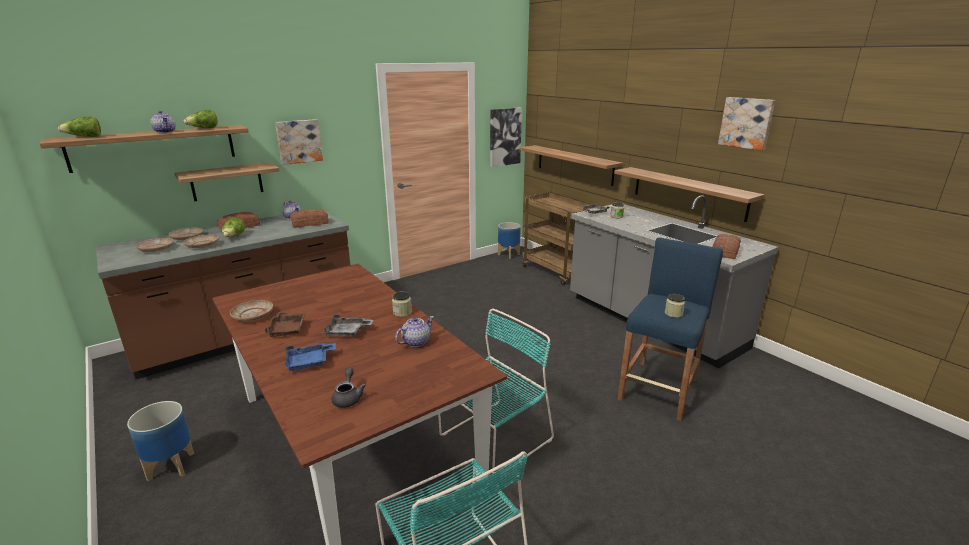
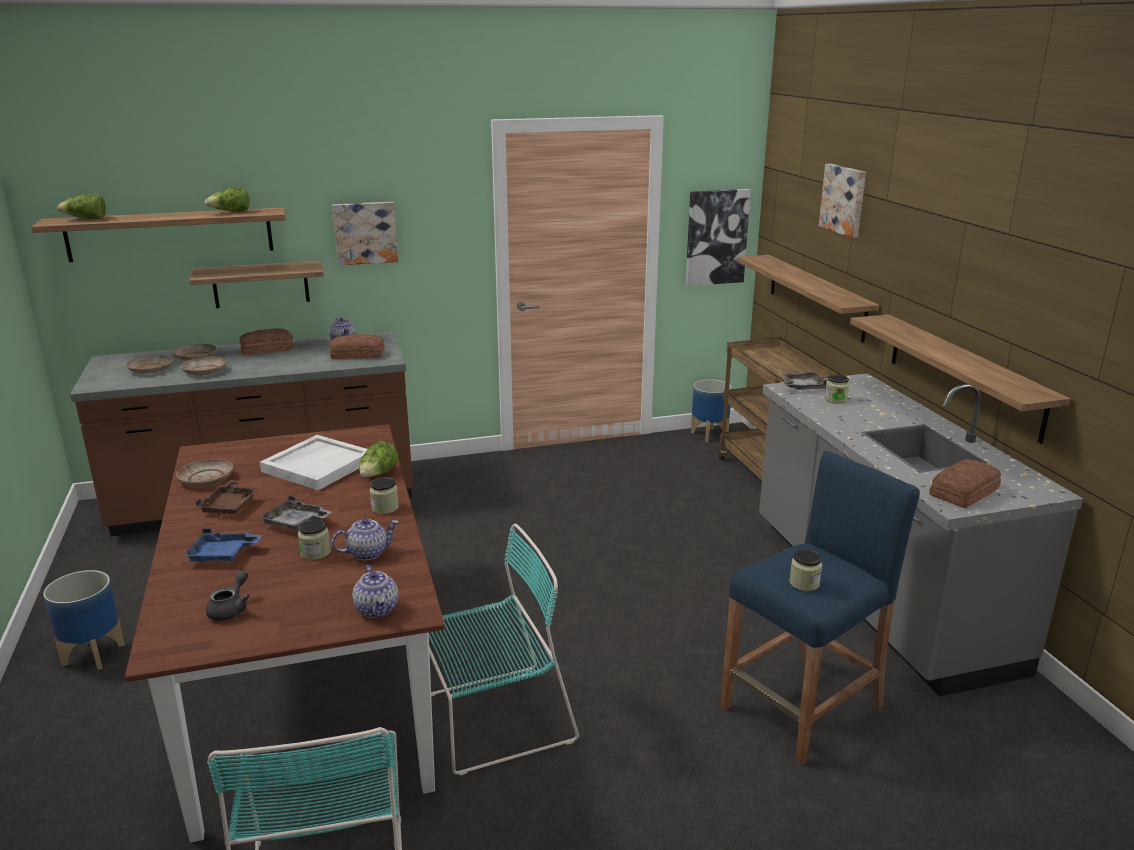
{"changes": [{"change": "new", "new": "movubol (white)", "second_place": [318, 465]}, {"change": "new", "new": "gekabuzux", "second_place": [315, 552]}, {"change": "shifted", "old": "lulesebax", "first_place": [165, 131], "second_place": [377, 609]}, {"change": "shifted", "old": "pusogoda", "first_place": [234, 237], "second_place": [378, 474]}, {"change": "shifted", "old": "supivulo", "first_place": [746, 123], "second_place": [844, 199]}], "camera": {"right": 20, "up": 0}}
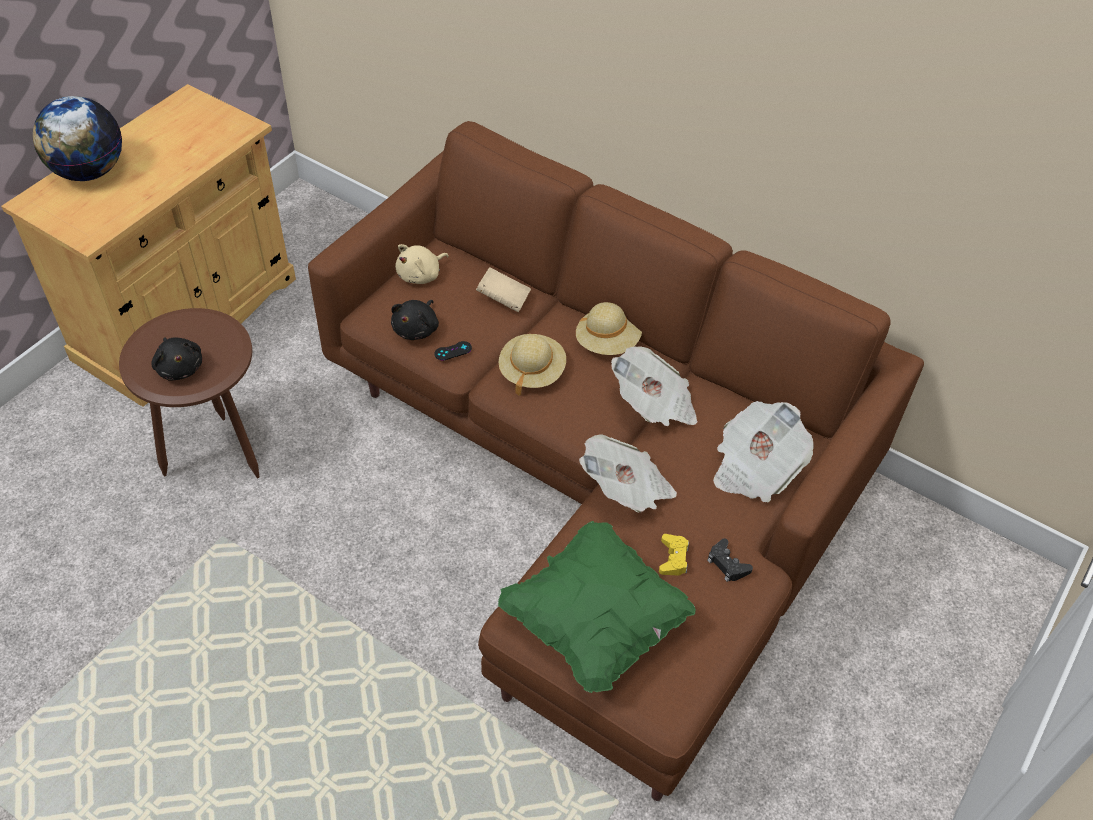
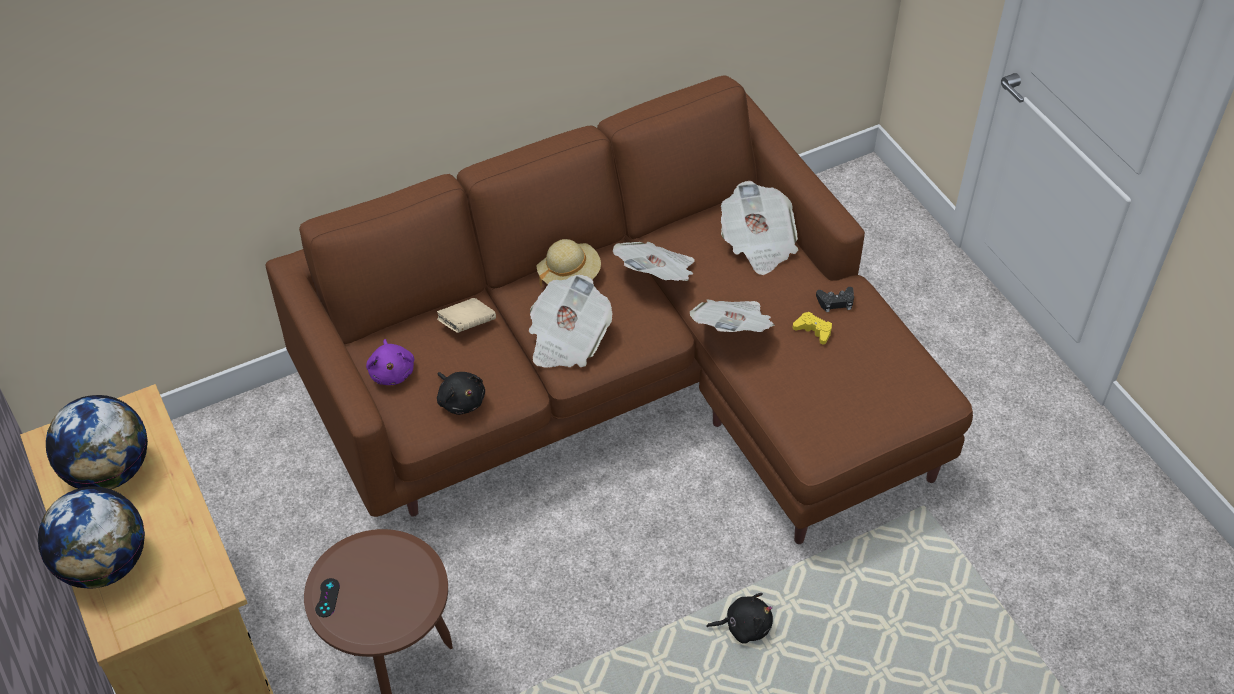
{"changes": [{"change": "gone", "old": "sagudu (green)", "first_place": [595, 621]}, {"change": "new", "new": "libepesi", "second_place": [109, 471]}, {"change": "shifted", "old": "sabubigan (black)", "first_place": [180, 367], "second_place": [744, 626]}, {"change": "shifted", "old": "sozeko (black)", "first_place": [453, 351], "second_place": [327, 598]}, {"change": "swapped", "old": "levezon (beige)", "new": "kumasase", "first_place": [531, 371], "second_place": [567, 339]}, {"change": "repainted", "old": "sabubigan (beige)", "new": "sabubigan (purple)", "first_place": [421, 275], "second_place": [392, 372]}], "camera": {"right": -60, "up": 0}}
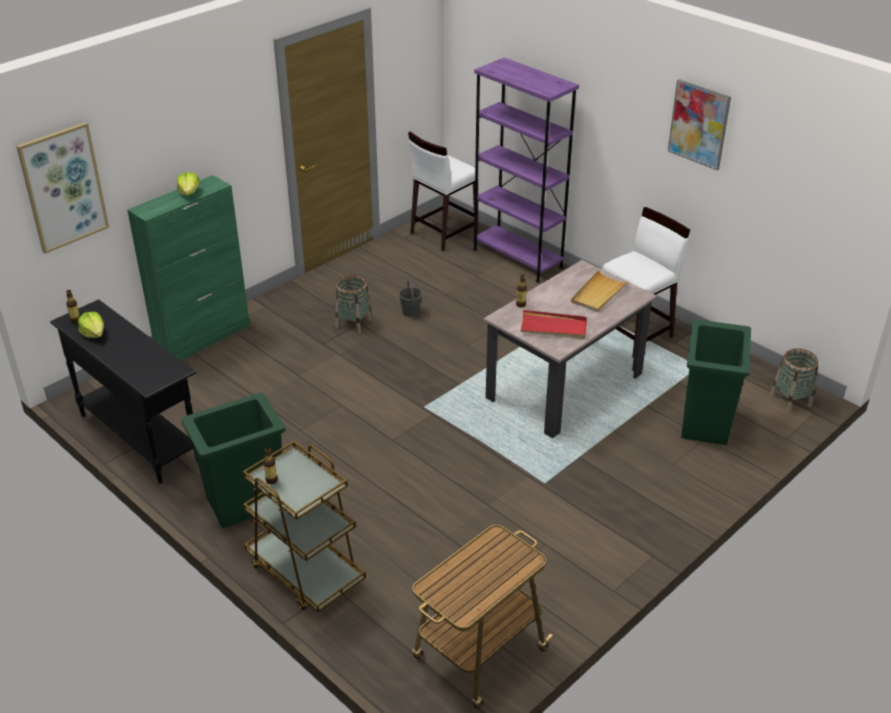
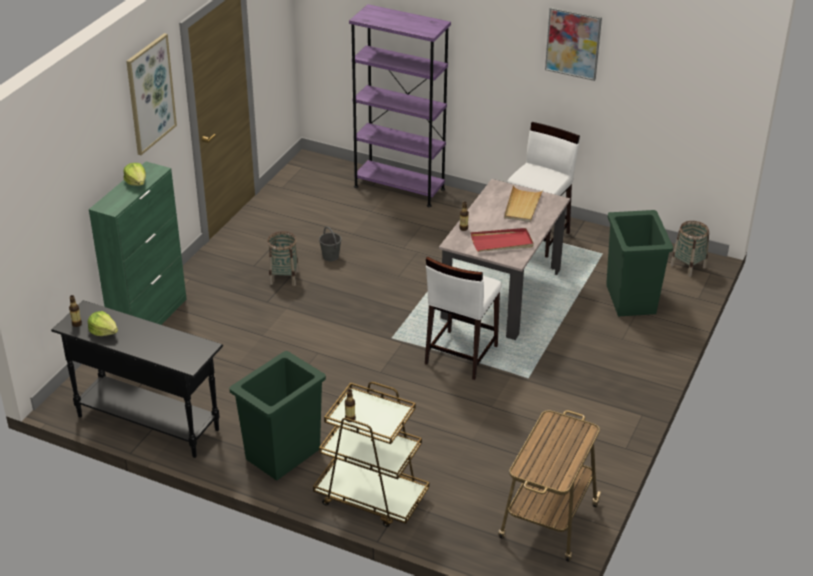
{"changes": [{"change": "shifted", "old": "supivulo", "first_place": [63, 187], "second_place": [150, 94]}, {"change": "shifted", "old": "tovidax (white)", "first_place": [443, 233], "second_place": [460, 355]}], "camera": {"right": -20, "up": 0}}
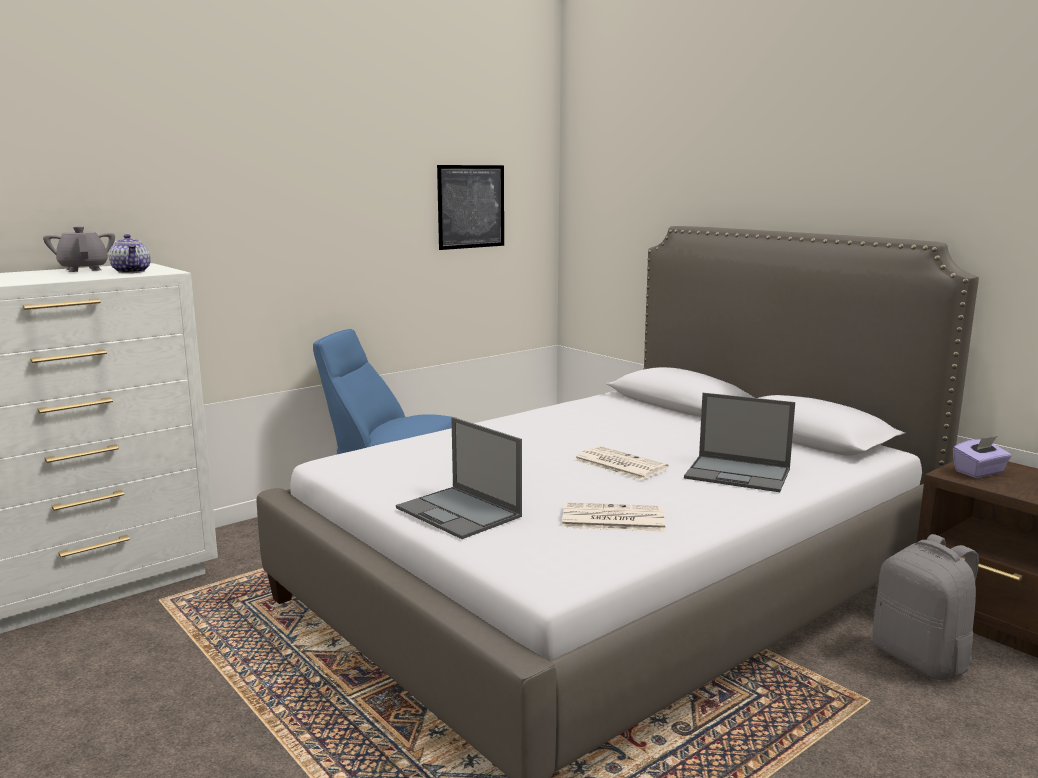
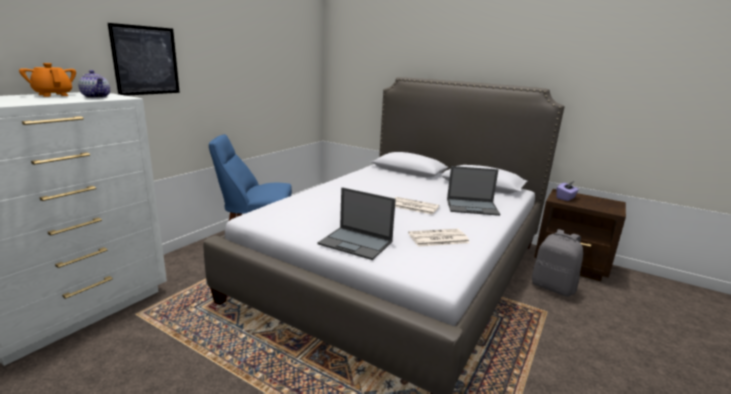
{"changes": [{"change": "shifted", "old": "supivulo", "first_place": [471, 206], "second_place": [146, 60]}, {"change": "repainted", "old": "lulesebax (grey)", "new": "lulesebax (orange)", "first_place": [84, 269], "second_place": [53, 95]}], "camera": {"right": -20, "up": 5}}
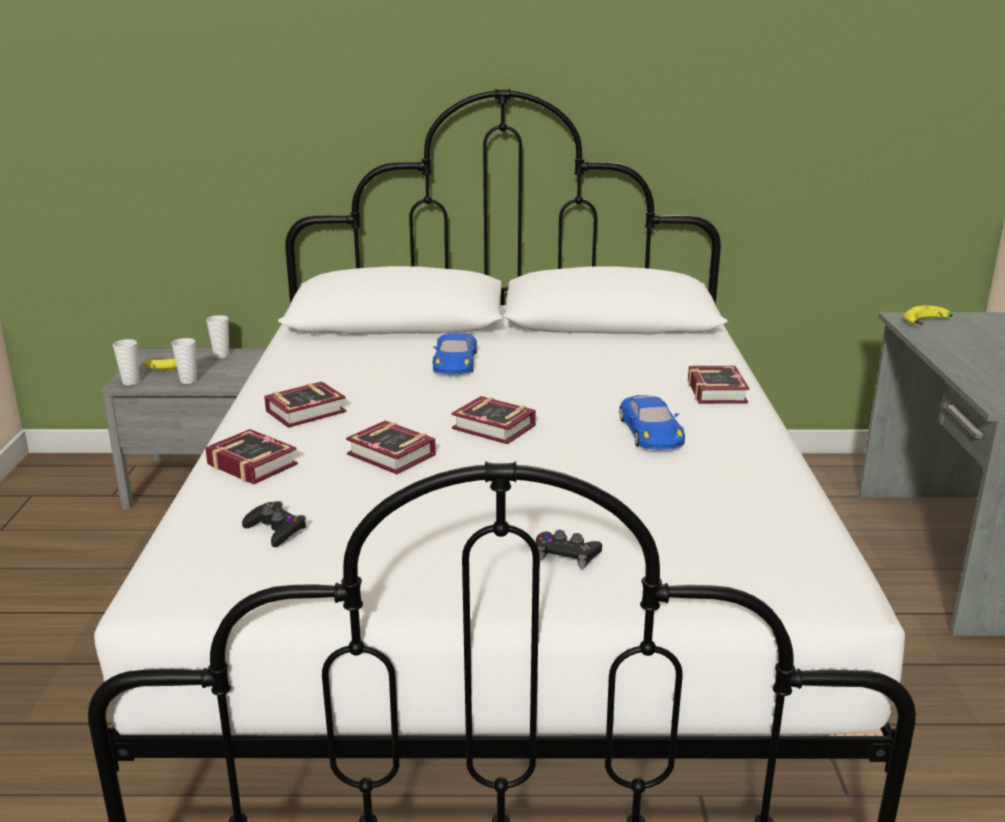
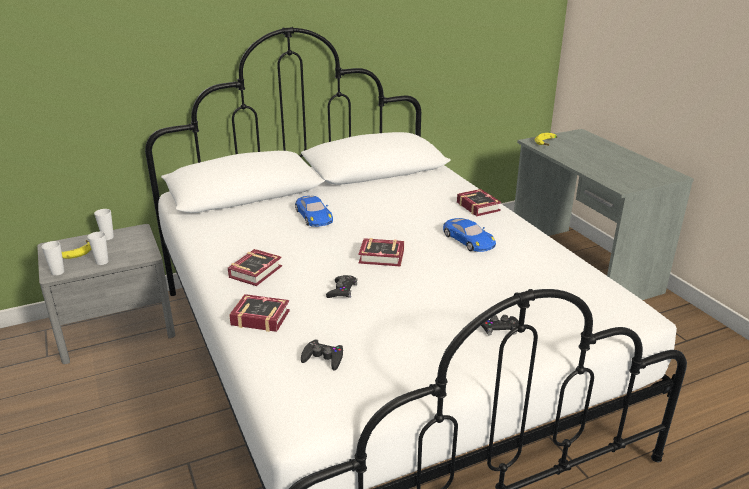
{"changes": [{"change": "swapped", "old": "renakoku", "new": "sozeko (black)", "first_place": [392, 456], "second_place": [342, 291]}], "camera": {"right": -25, "up": 5}}
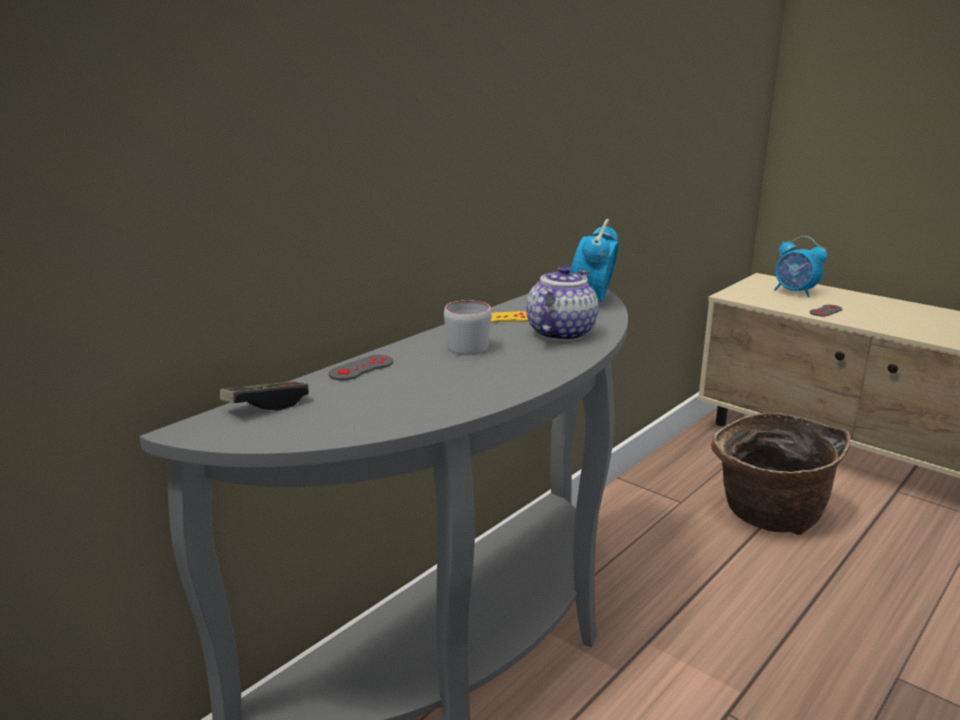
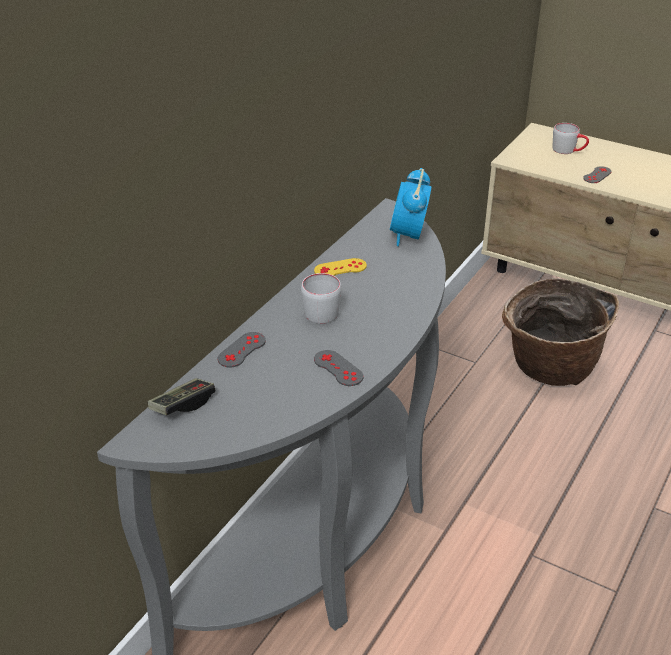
{"changes": [{"change": "gone", "old": "lulesebax", "first_place": [561, 332]}, {"change": "new", "new": "sozeko (grey)", "second_place": [338, 368]}, {"change": "swapped", "old": "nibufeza", "new": "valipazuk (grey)", "first_place": [795, 292], "second_place": [569, 150]}], "camera": {"right": -10, "up": 15}}
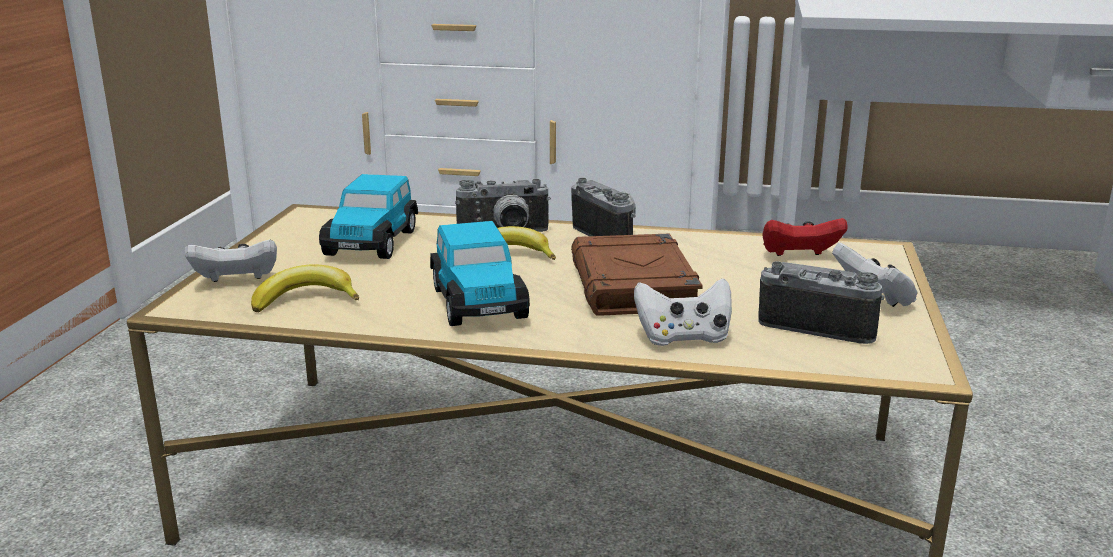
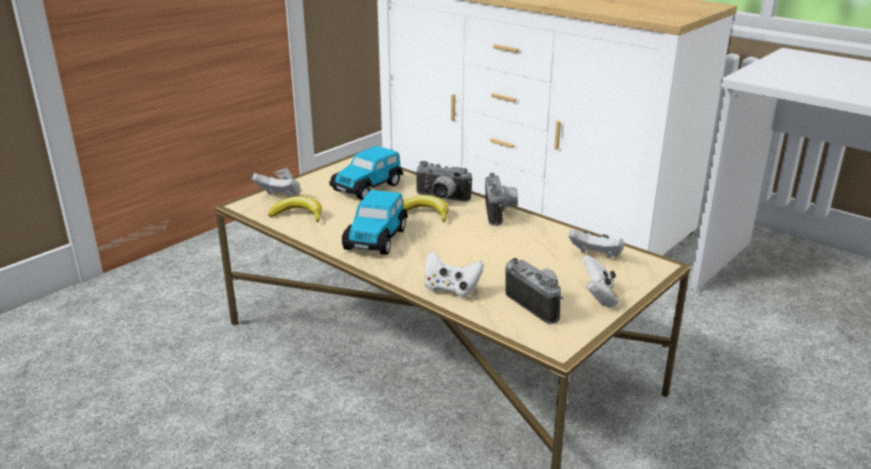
{"changes": [{"change": "gone", "old": "renakoku (brown)", "first_place": [634, 286]}, {"change": "repainted", "old": "sozeko (red)", "new": "sozeko (white)", "first_place": [798, 256], "second_place": [595, 256]}], "camera": {"right": 30, "up": 5}}
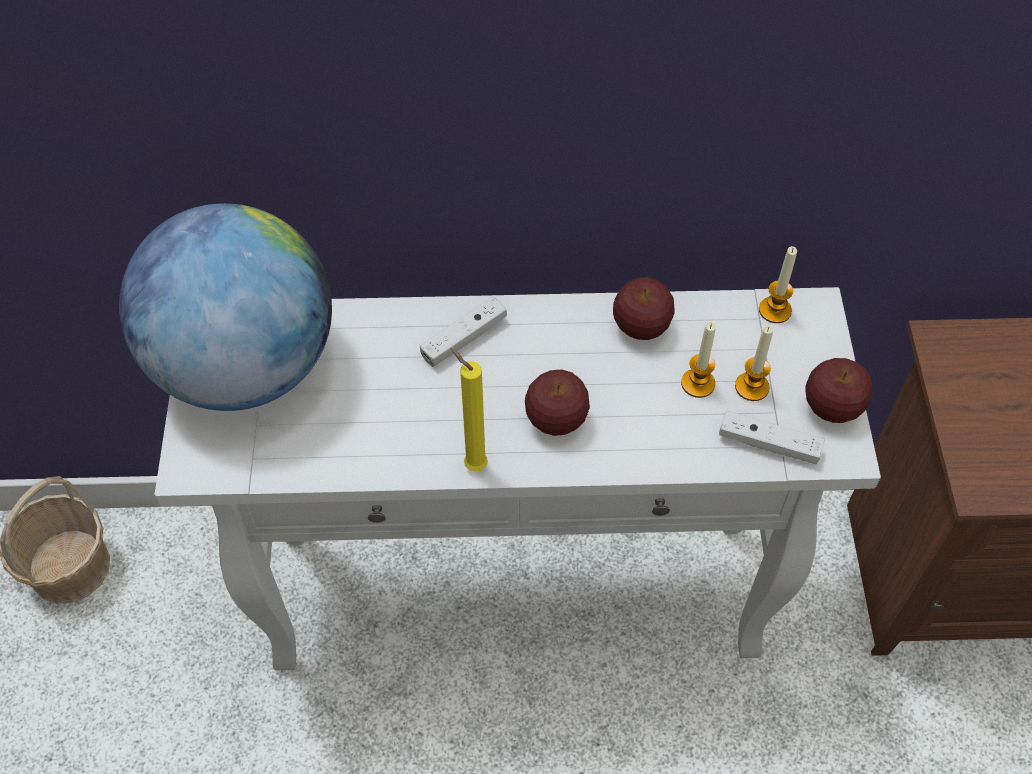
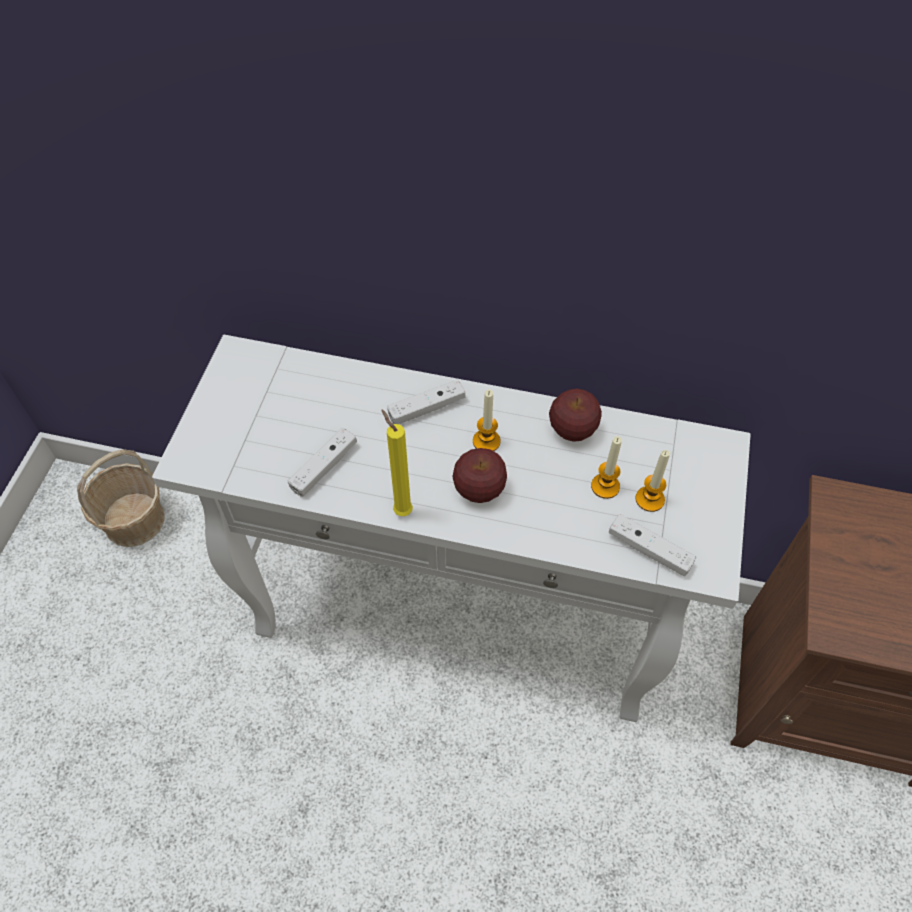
{"changes": [{"change": "gone", "old": "libepesi", "first_place": [246, 366]}, {"change": "gone", "old": "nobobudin", "first_place": [831, 407]}, {"change": "new", "new": "sozeko (white)", "second_place": [324, 467]}, {"change": "shifted", "old": "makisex", "first_place": [775, 310], "second_place": [486, 441]}], "camera": {"right": 15, "up": 0}}
